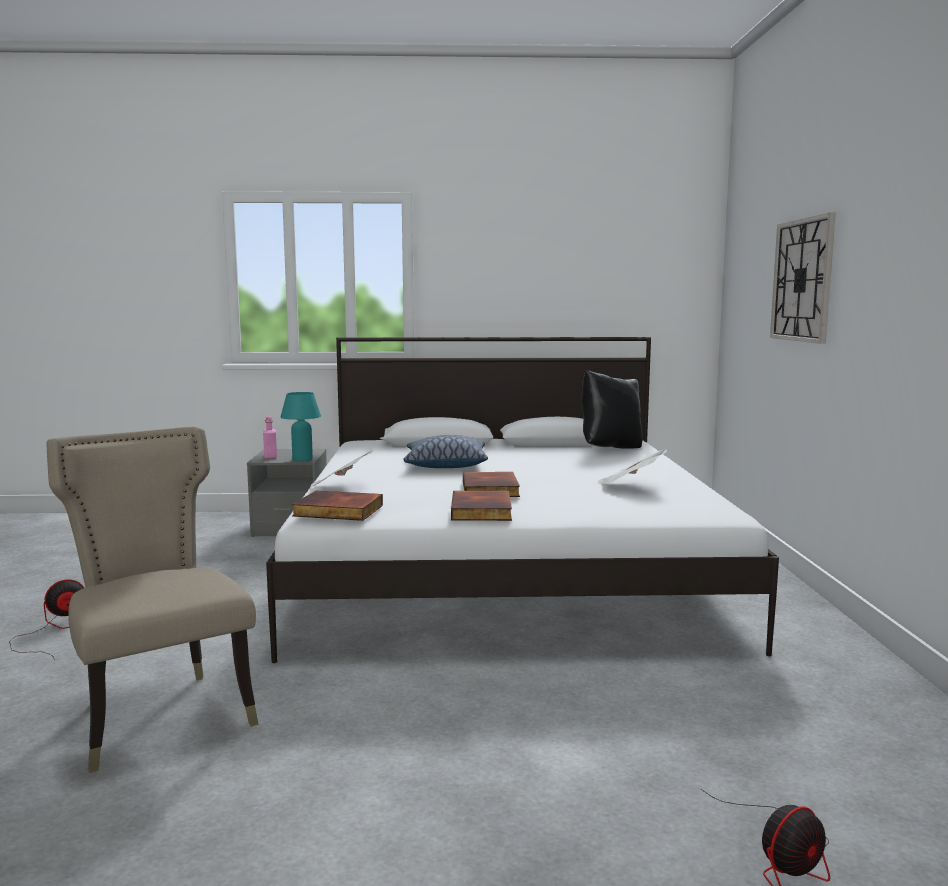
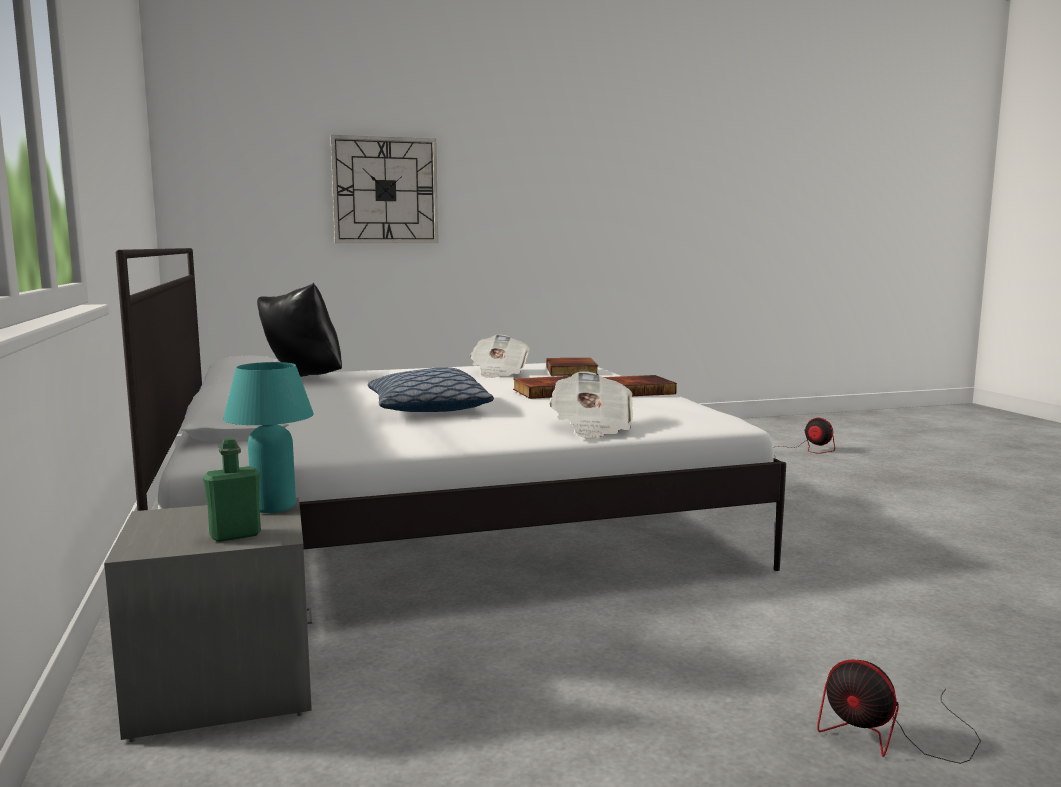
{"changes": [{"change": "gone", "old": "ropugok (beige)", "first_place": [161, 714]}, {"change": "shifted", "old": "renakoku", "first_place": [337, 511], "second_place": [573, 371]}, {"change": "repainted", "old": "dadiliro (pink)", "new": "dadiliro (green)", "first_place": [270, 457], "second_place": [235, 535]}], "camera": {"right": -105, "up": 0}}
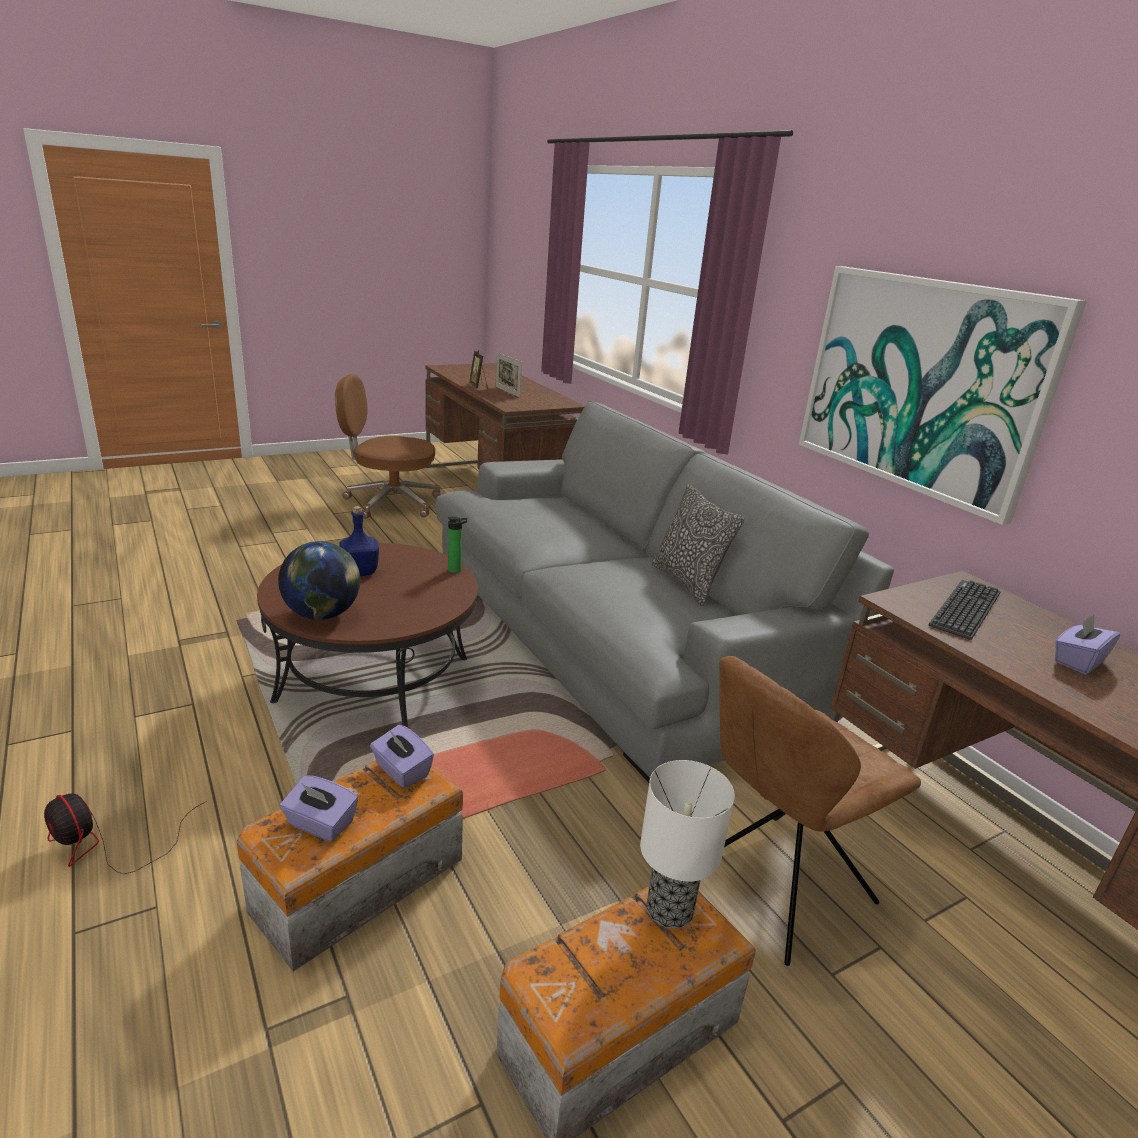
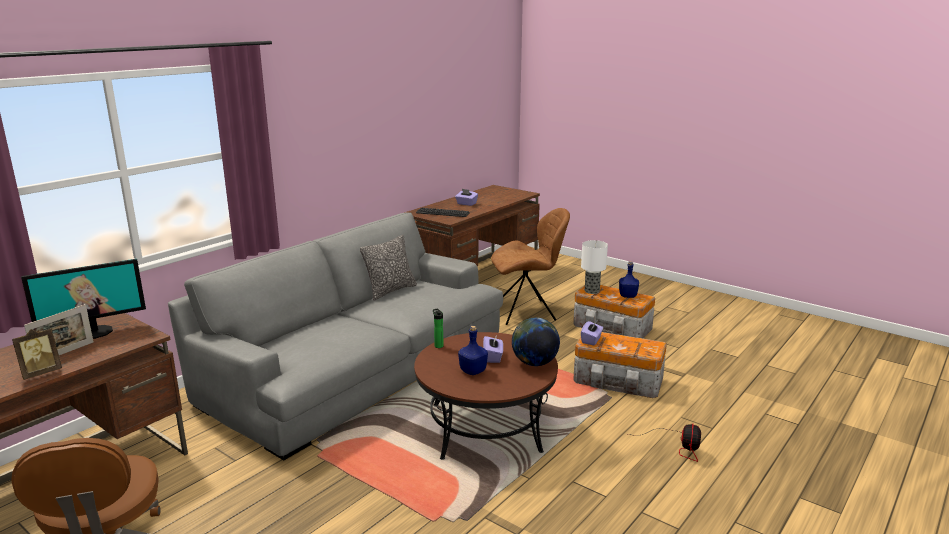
{"changes": [{"change": "gone", "old": "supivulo", "first_place": [921, 385]}, {"change": "new", "new": "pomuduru", "second_place": [94, 332]}, {"change": "new", "new": "dadiliro (blue)", "second_place": [627, 295]}, {"change": "shifted", "old": "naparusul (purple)", "first_place": [320, 824], "second_place": [493, 357]}, {"change": "rotated", "old": "ropugok (brown)", "first_place": [774, 887], "second_place": [527, 312], "degrees": -45}], "camera": {"right": -110, "up": -5}}
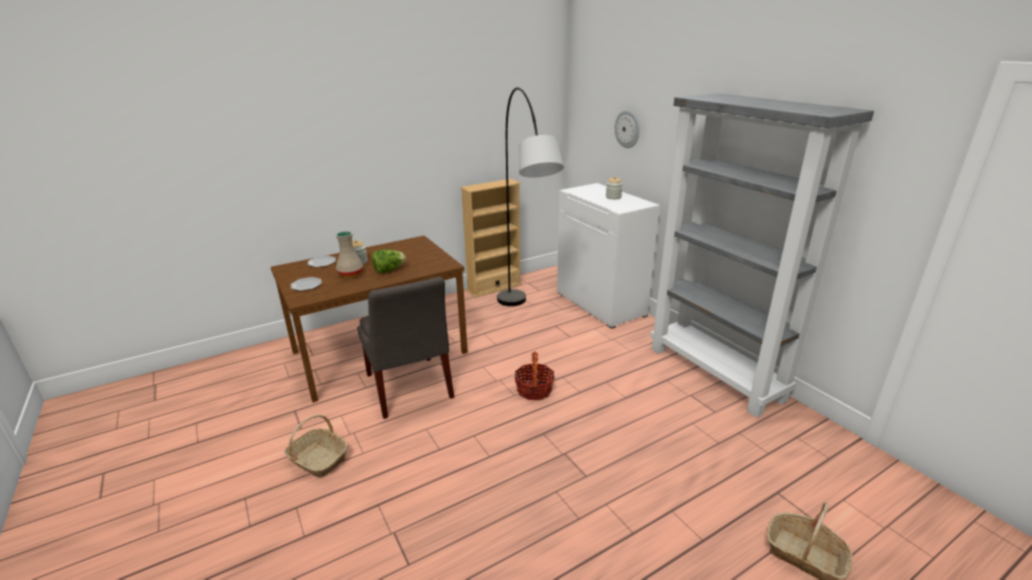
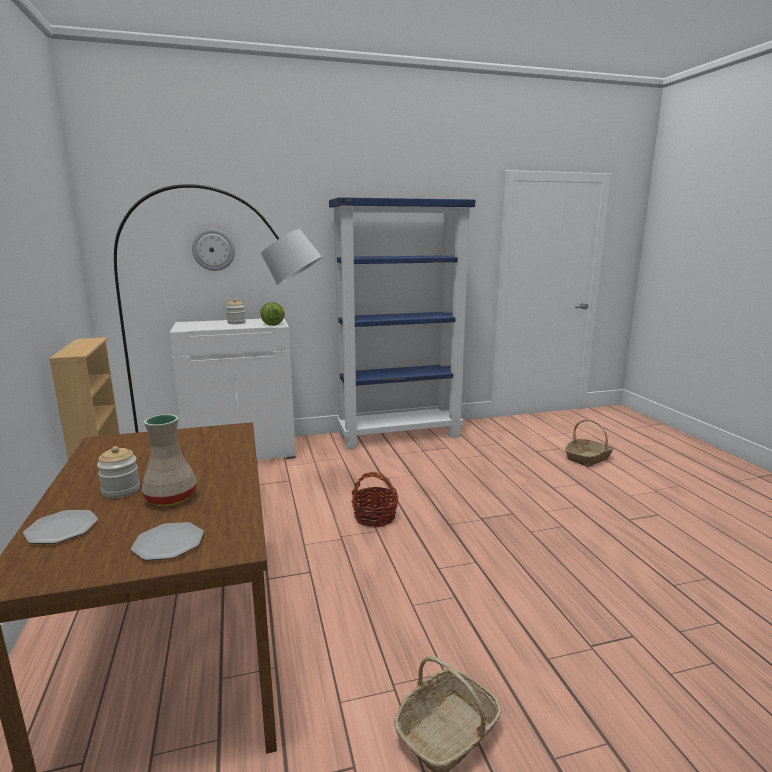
{"changes": [{"change": "gone", "old": "ropugok (grey)", "first_place": [409, 389]}, {"change": "shifted", "old": "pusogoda", "first_place": [389, 270], "second_place": [272, 324]}, {"change": "repainted", "old": "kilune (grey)", "new": "kilune (blue)", "first_place": [716, 373], "second_place": [400, 435]}], "camera": {"right": -75, "up": -10}}
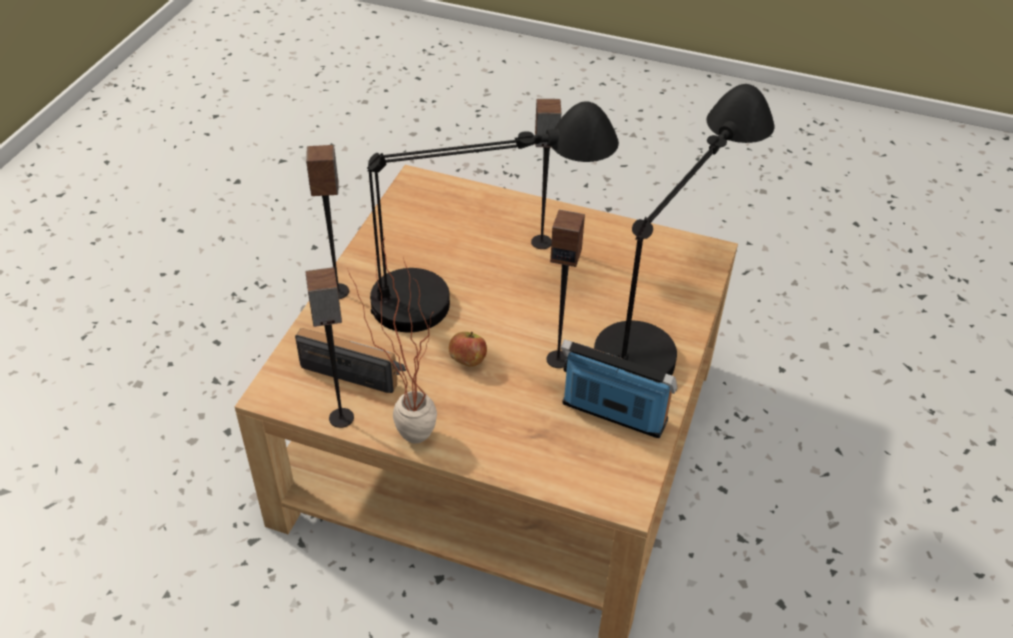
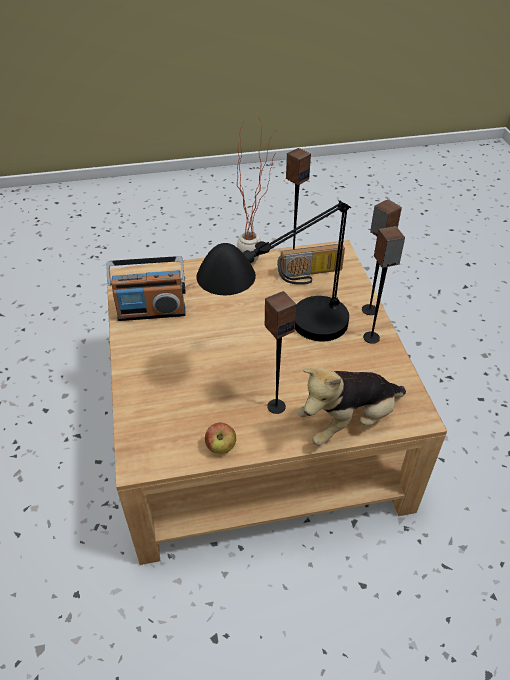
{"changes": [{"change": "gone", "old": "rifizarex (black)", "first_place": [668, 316]}, {"change": "new", "new": "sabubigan", "second_place": [348, 421]}, {"change": "shifted", "old": "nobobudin", "first_place": [467, 361], "second_place": [221, 447]}, {"change": "shifted", "old": "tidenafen", "first_place": [558, 359], "second_place": [371, 338]}], "camera": {"right": 150, "up": 0}}
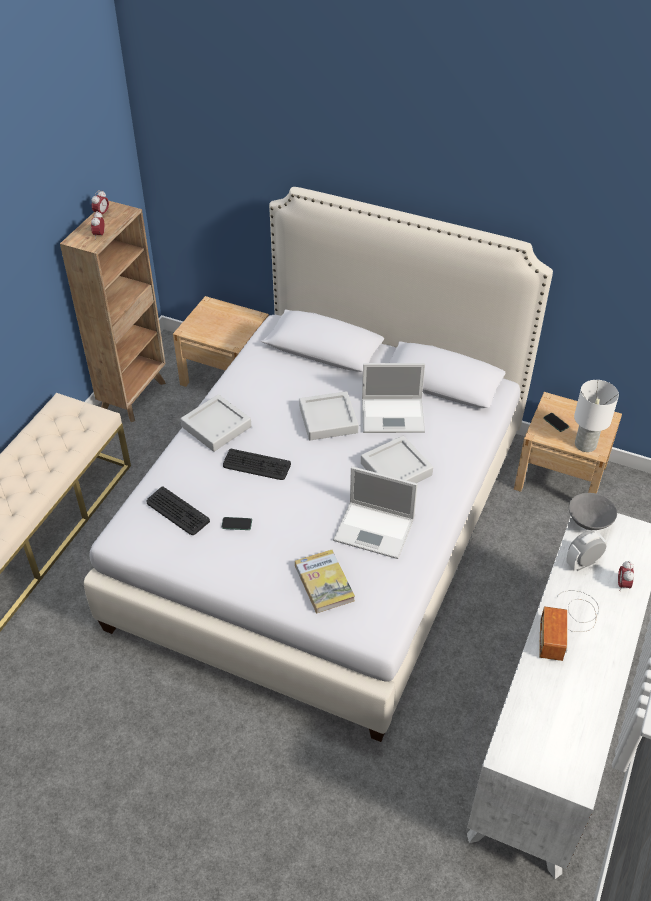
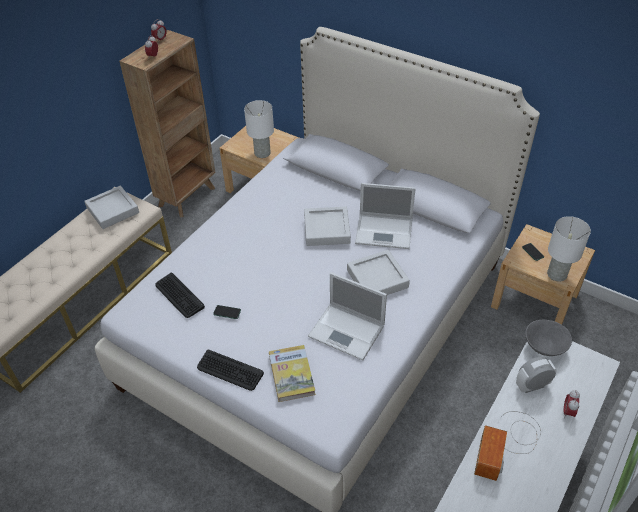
{"changes": [{"change": "new", "new": "rifizarex (white)", "second_place": [262, 153]}, {"change": "shifted", "old": "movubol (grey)", "first_place": [216, 426], "second_place": [113, 210]}, {"change": "shifted", "old": "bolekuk", "first_place": [256, 465], "second_place": [229, 371]}], "camera": {"right": 10, "up": 0}}
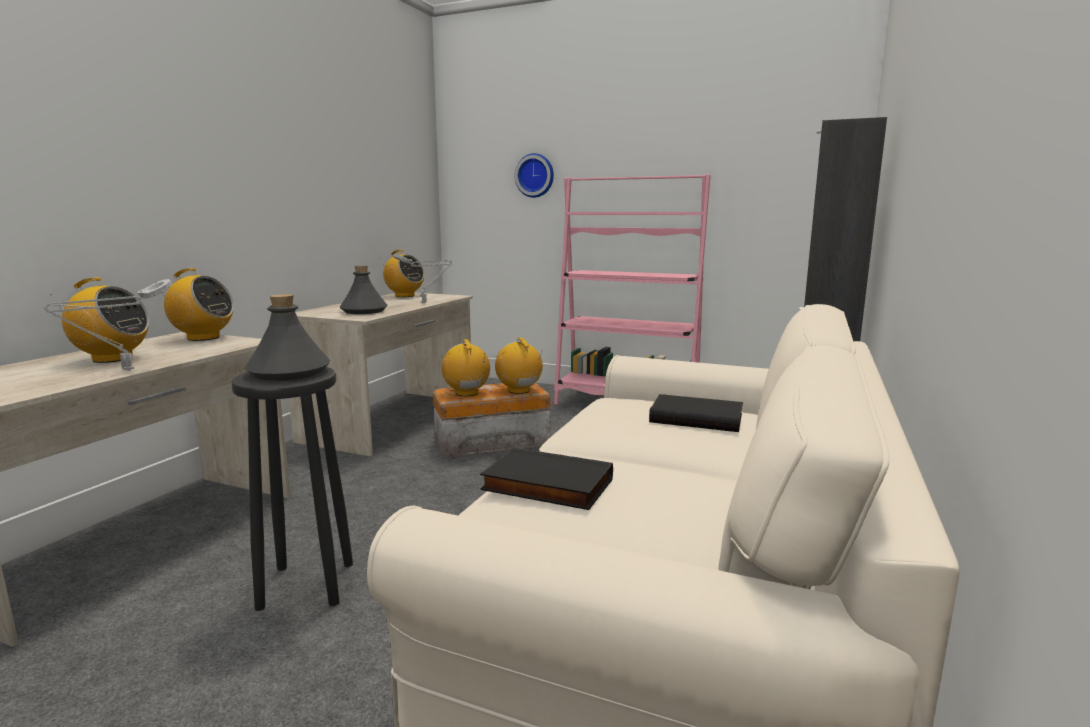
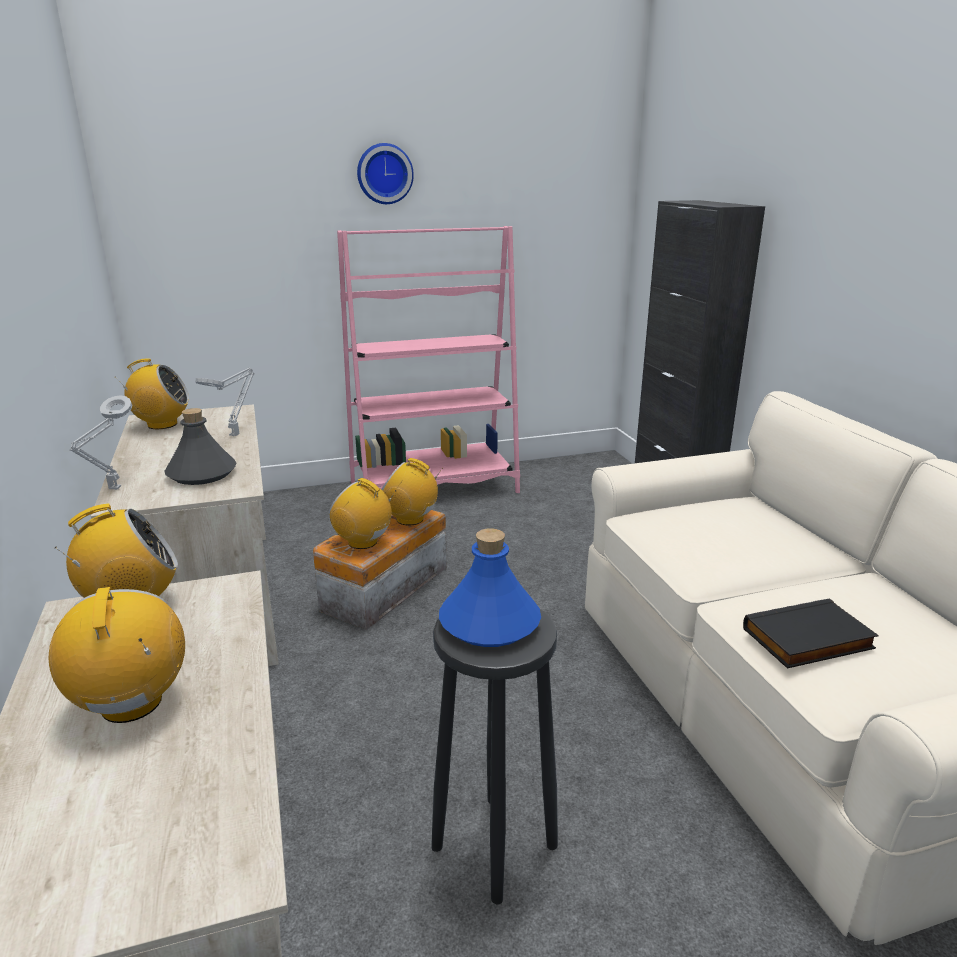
{"changes": [{"change": "gone", "old": "renakoku (black)", "first_place": [697, 418]}, {"change": "shifted", "old": "rifizarex (grey)", "first_place": [124, 370], "second_place": [113, 490]}, {"change": "shifted", "old": "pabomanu", "first_place": [535, 175], "second_place": [384, 174]}, {"change": "repainted", "old": "dadiliro (grey)", "new": "dadiliro (blue)", "first_place": [288, 372], "second_place": [489, 623]}, {"change": "rotated", "old": "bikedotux", "first_place": [112, 359], "second_place": [132, 704], "degrees": -75}], "camera": {"right": -40, "up": 10}}
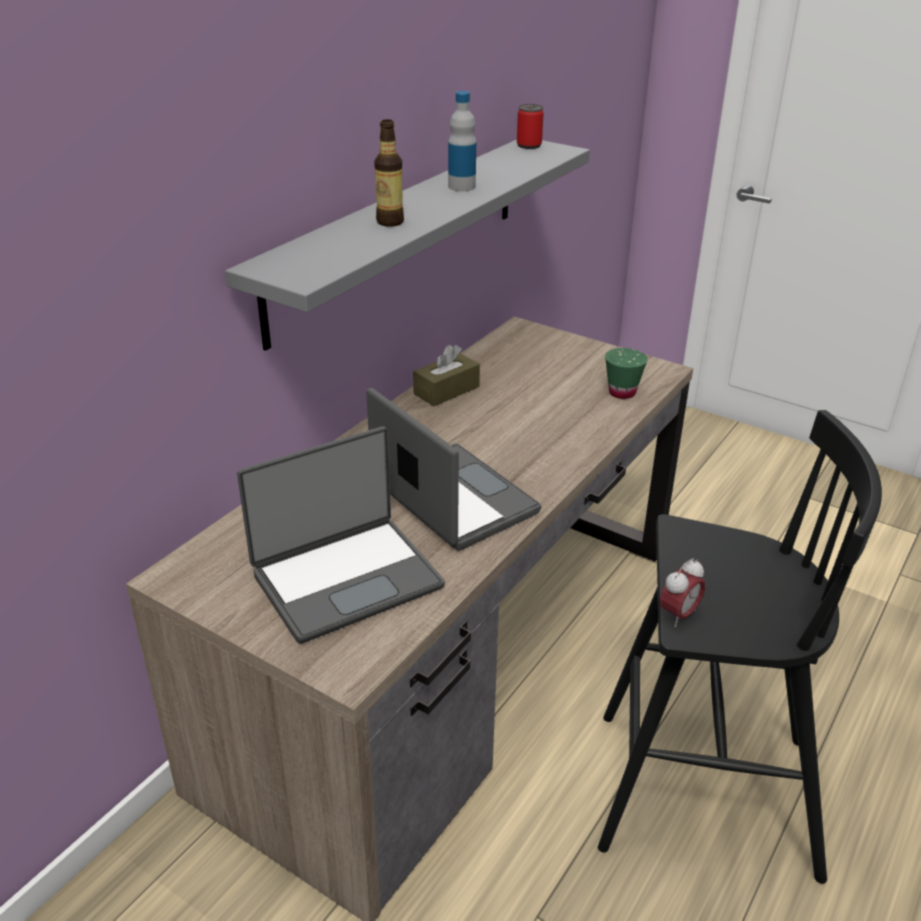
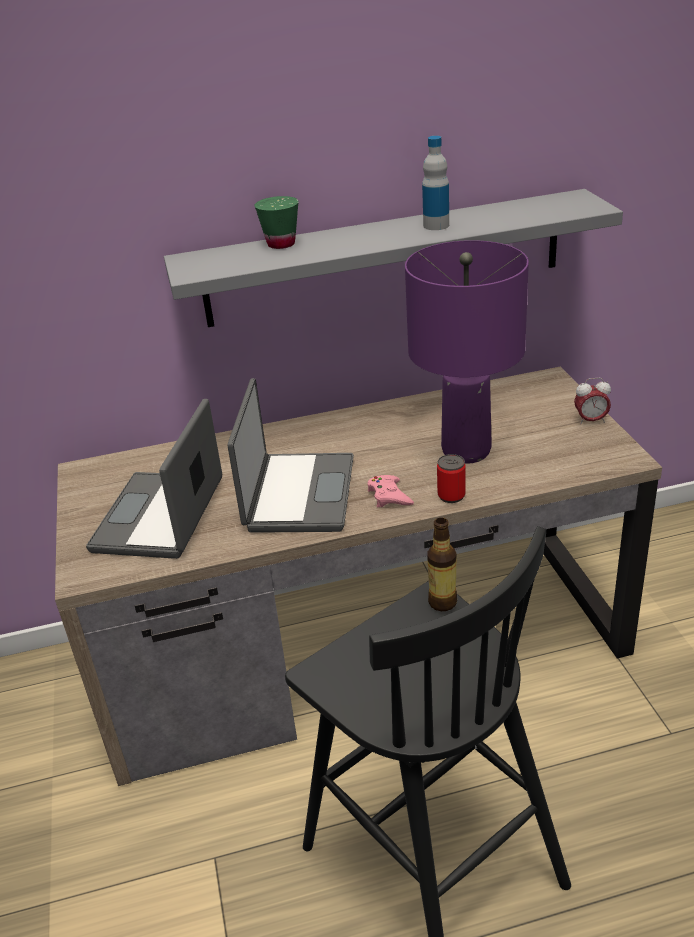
{"changes": [{"change": "gone", "old": "naparusul (brown)", "first_place": [446, 390]}, {"change": "new", "new": "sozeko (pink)", "second_place": [389, 496]}, {"change": "new", "new": "rifizarex (purple)", "second_place": [467, 451]}, {"change": "shifted", "old": "dadiliro", "first_place": [390, 222], "second_place": [442, 602]}, {"change": "shifted", "old": "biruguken", "first_place": [529, 145], "second_place": [451, 496]}, {"change": "shifted", "old": "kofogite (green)", "first_place": [622, 392], "second_place": [281, 244]}, {"change": "shifted", "old": "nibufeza", "first_place": [678, 615], "second_place": [590, 420]}, {"change": "rotated", "old": "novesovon", "first_place": [346, 578], "second_place": [161, 517], "degrees": 90}], "camera": {"right": 45, "up": 0}}
